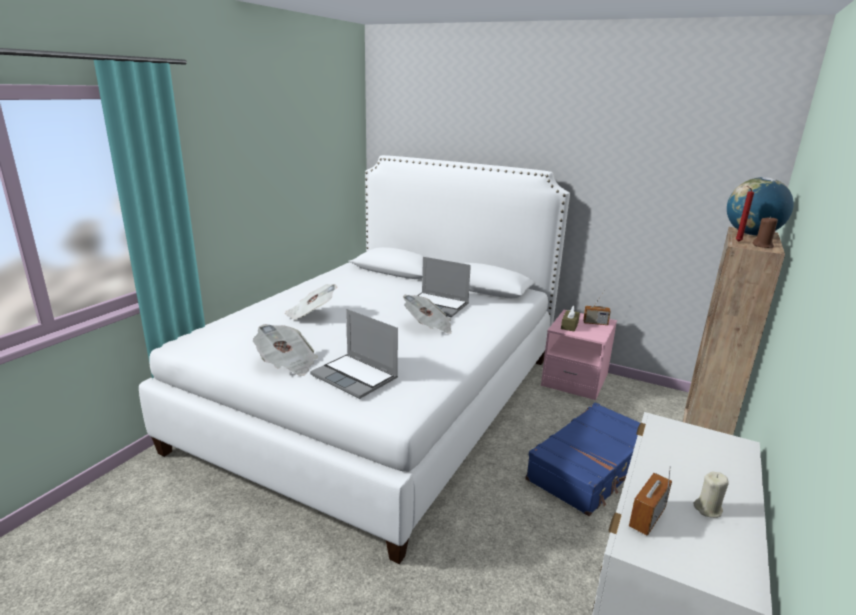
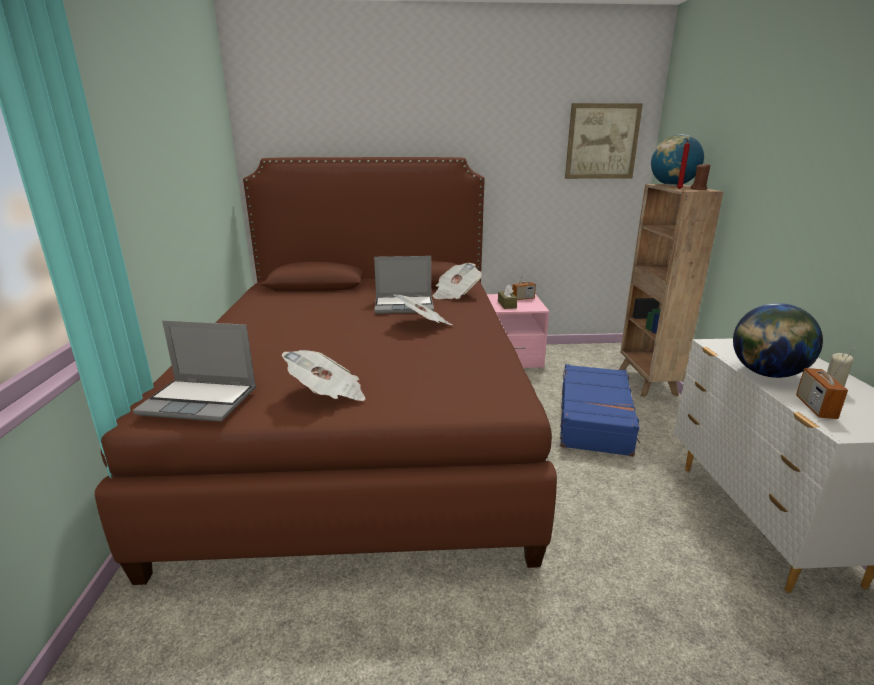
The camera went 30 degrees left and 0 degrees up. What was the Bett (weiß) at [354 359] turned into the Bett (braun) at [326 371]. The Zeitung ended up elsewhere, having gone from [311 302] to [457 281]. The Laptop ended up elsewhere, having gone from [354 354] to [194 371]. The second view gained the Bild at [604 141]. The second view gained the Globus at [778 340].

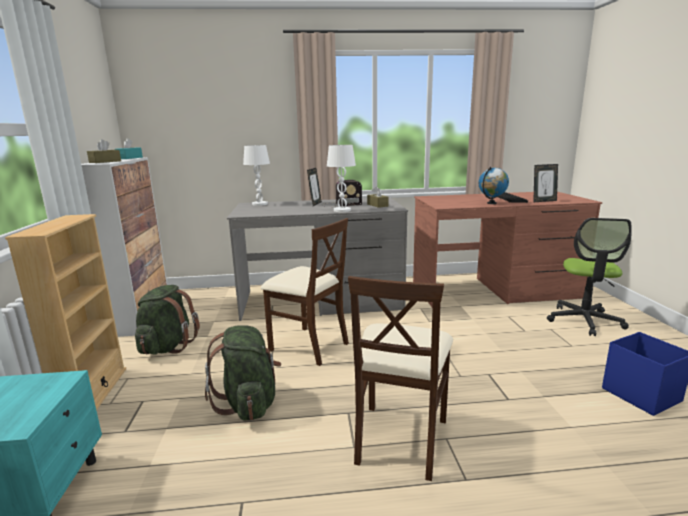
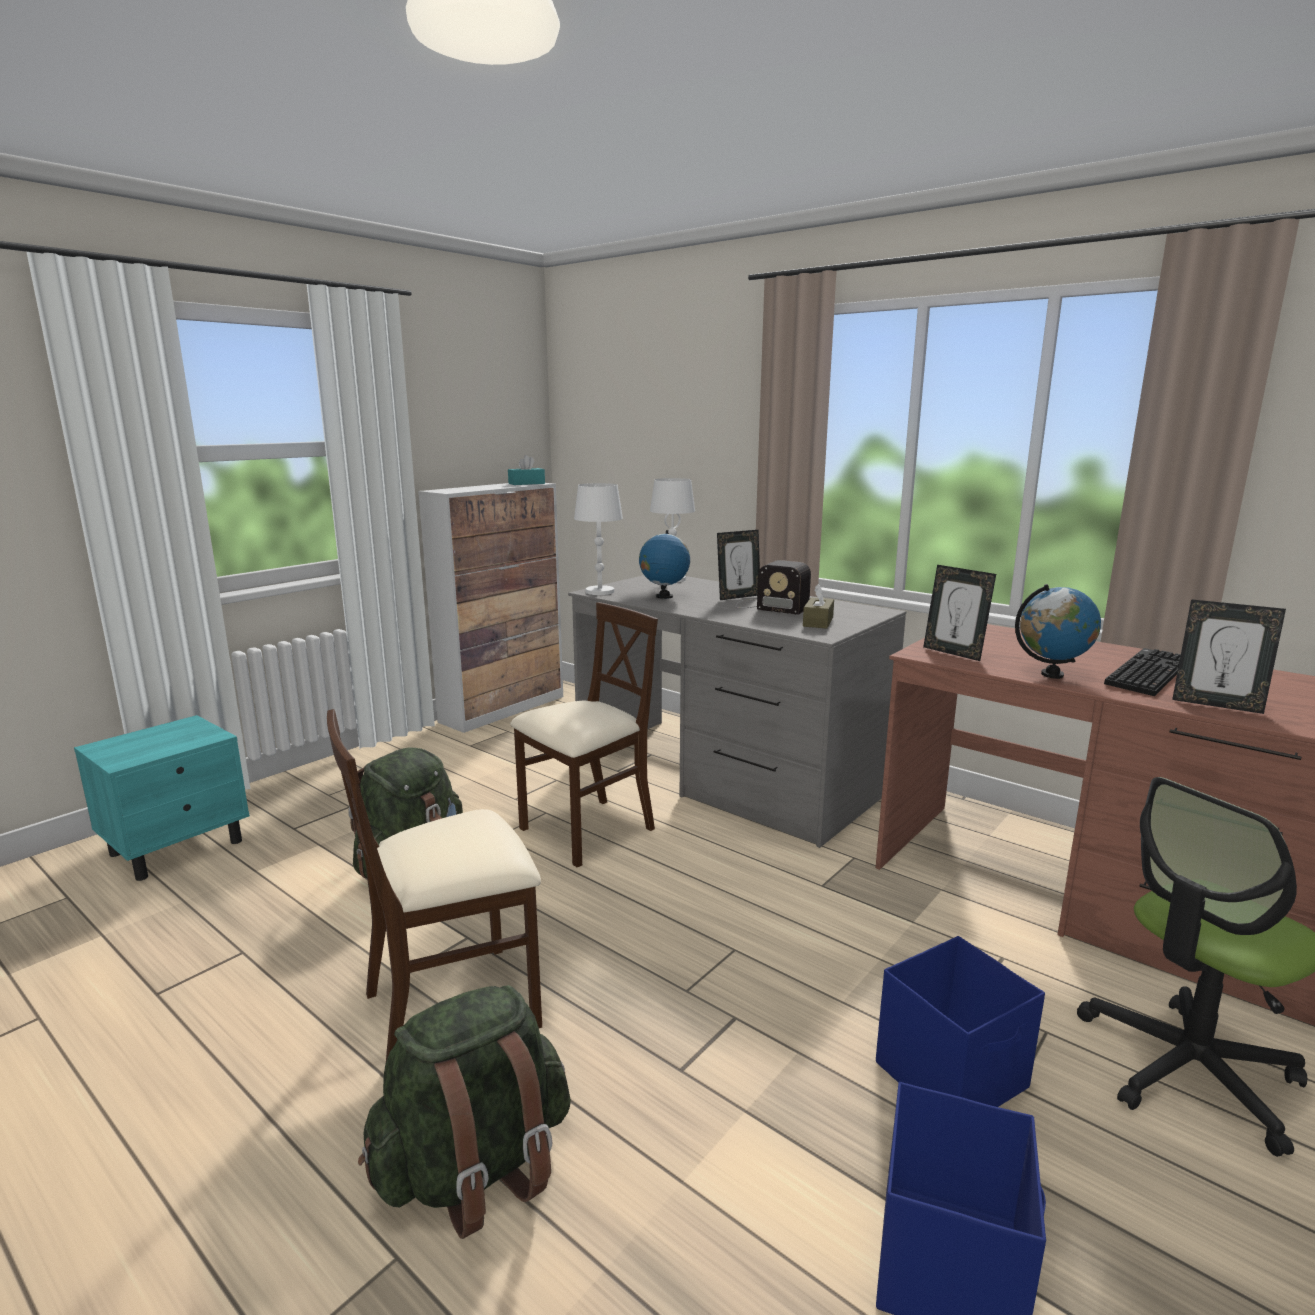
The camera went 45 degrees right and 0 degrees up. The second view lost the Bücherregal (beige) at [65 312]. The second view lost the Taschentuchbox (braun) at [104 151]. The Rucksack (grün) ended up elsewhere, having gone from [167 320] to [464 1112]. The Stuhl (beige) at [305 292] ended up facing another way, 120 degrees counterclockwise from before. The Tischlampe (weiß) ended up elsewhere, having gone from [341 178] to [598 539]. The second view gained the Globus at [664 564]. The second view gained the Aufbewahrungsbox (blau) at [960 1021]. The second view gained the Bilderrahmen at [959 613].

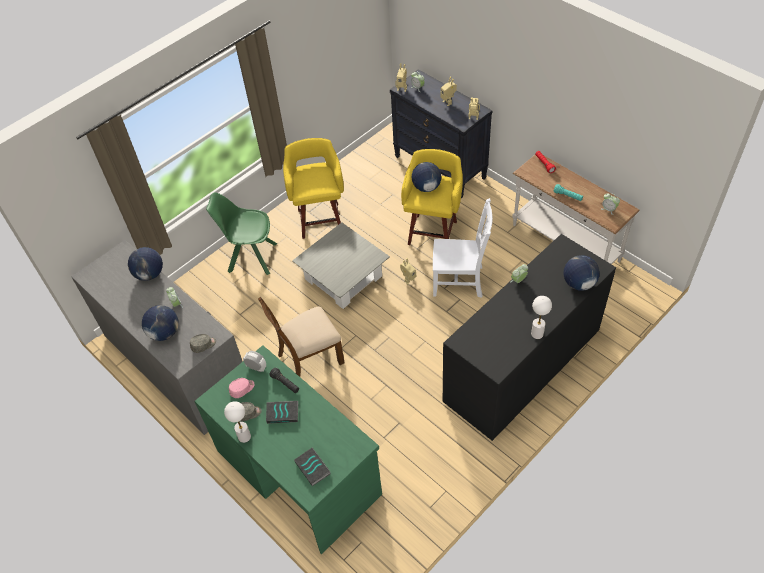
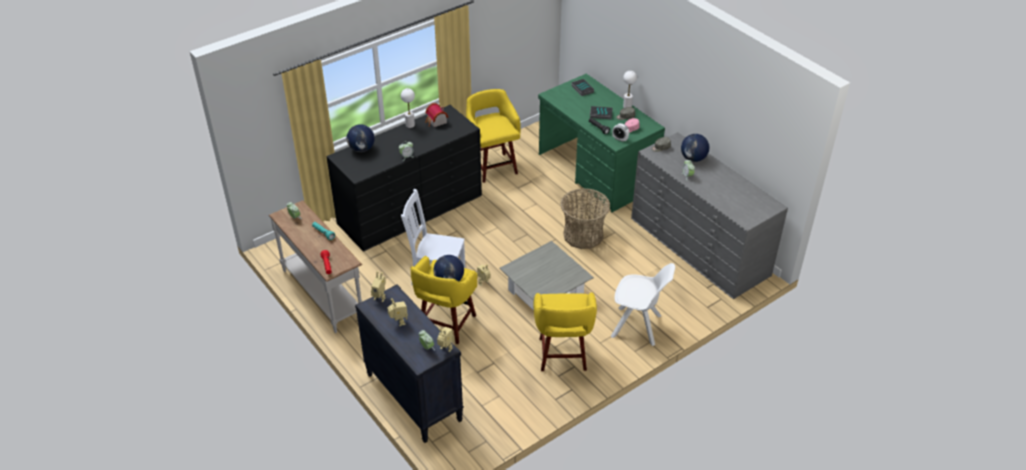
The camera went 175 degrees left and 10 degrees down. The second view lost the Globus at [145 264]. What was the Stuhl (grün) at [241 233] turned into the Stuhl (weiß) at [643 304]. Where the Stuhl (braun) stood at [301 337], the Korb came to stand at [585 218]. The second view gained the Spielzeughaus at [436 115]. The second view gained the Hocker (gelb) at [493 136].

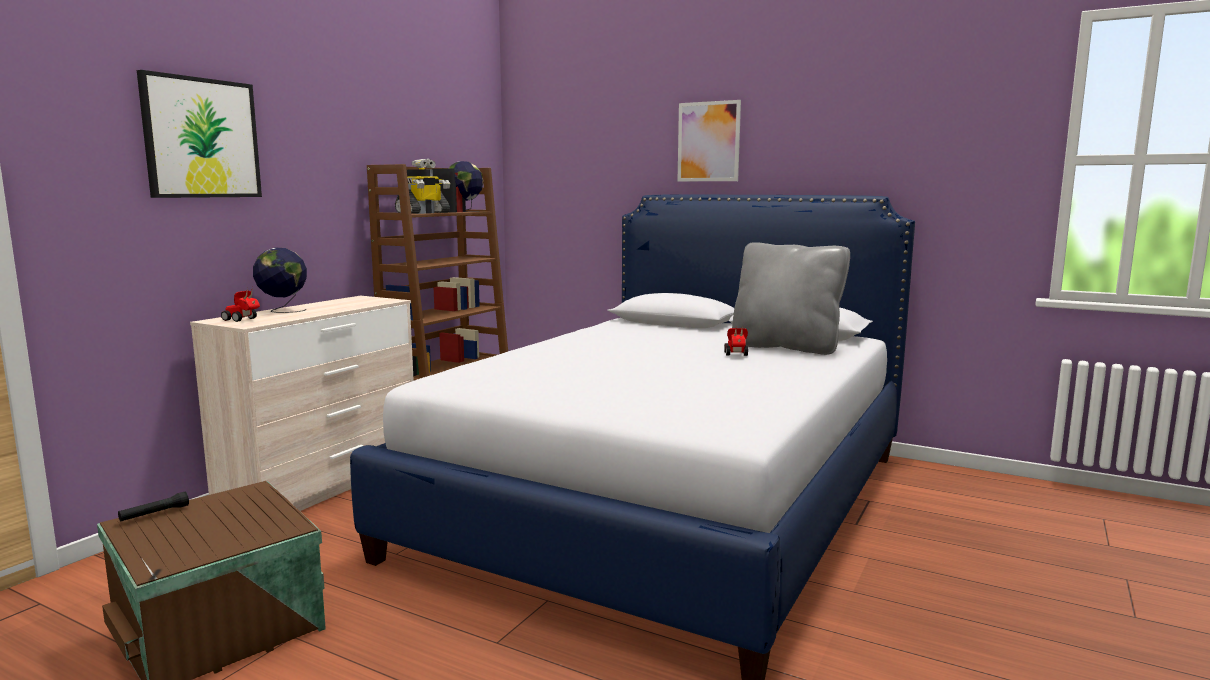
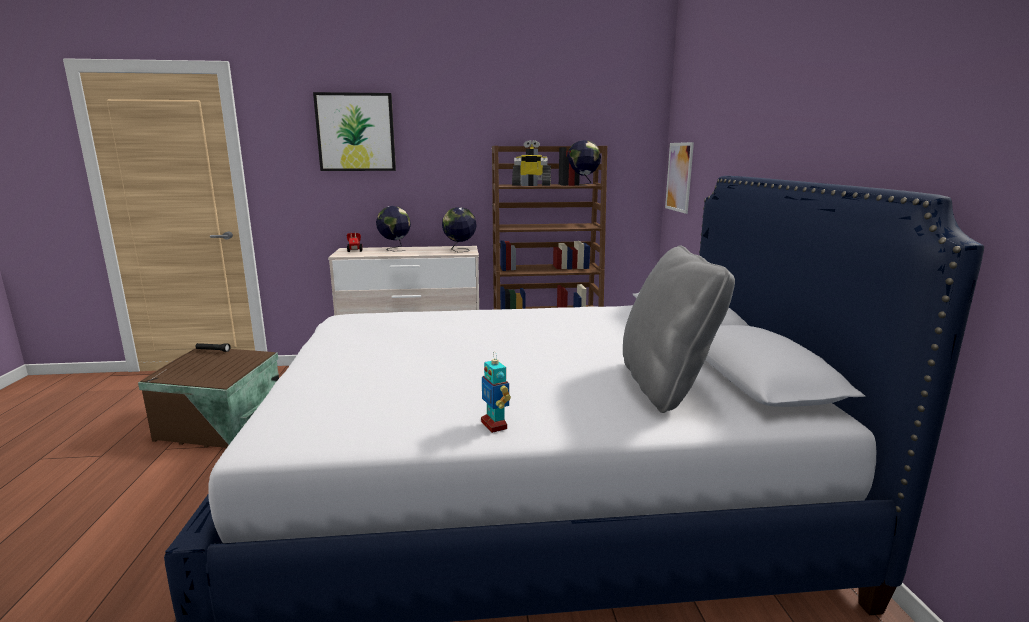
The camera went 55 degrees right and 5 degrees up. The Bild ended up elsewhere, having gone from [709 140] to [679 178]. The second view lost the Spielzeugauto at [736 342]. The second view gained the Globus at [459 229]. The second view gained the Spielzeugroboter at [496 392].

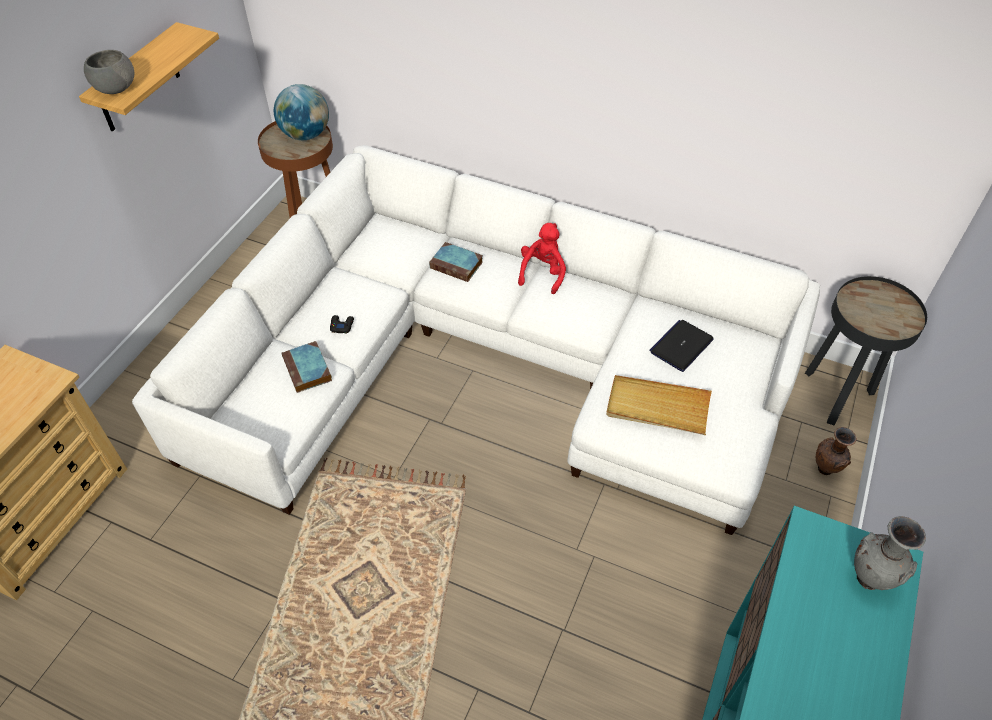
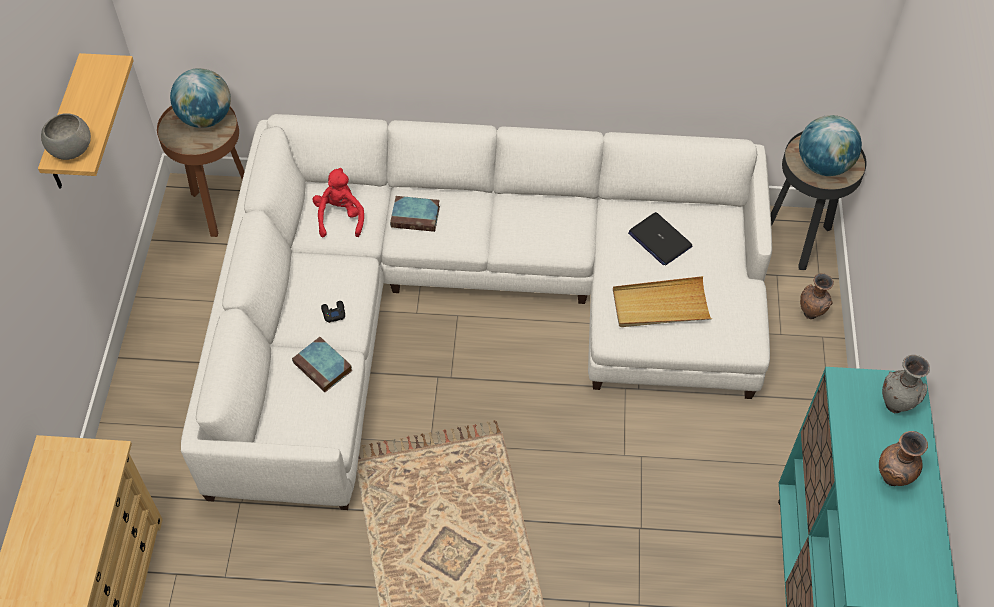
The camera went 20 degrees left and 5 degrees up. The Plüschtier (rot) ended up elsewhere, having gone from [542 258] to [338 203]. The Laptop at [681 346] ended up facing another way, 60 degrees counterclockwise from before. The second view gained the Globus at [830 145]. The second view gained the Vase (braun) at [903 458].

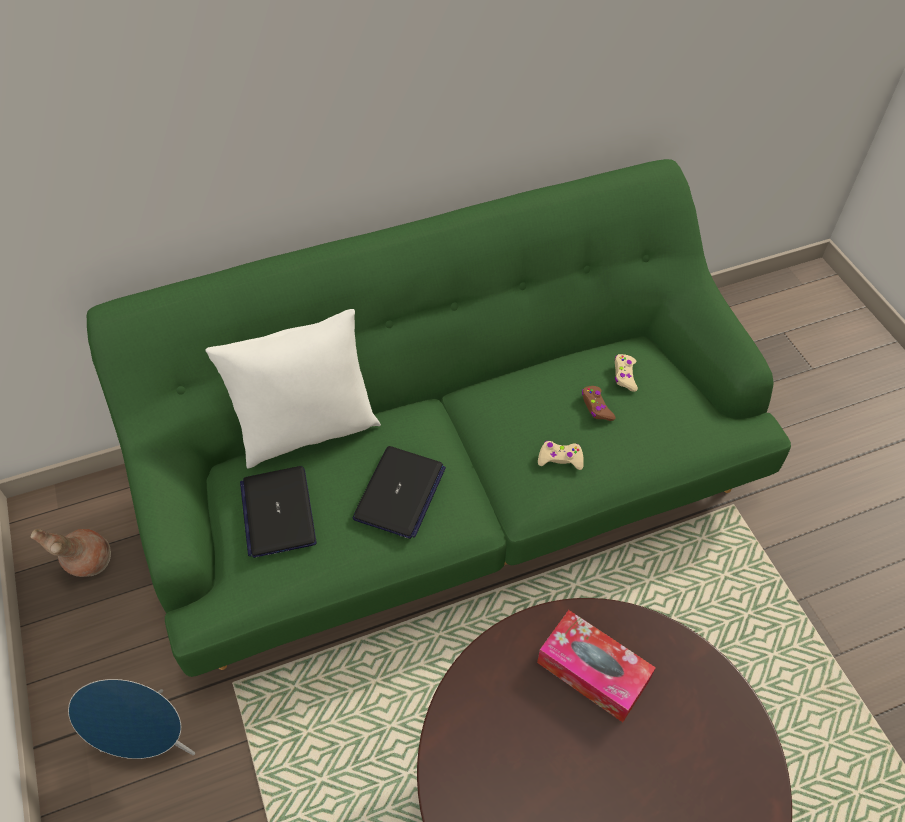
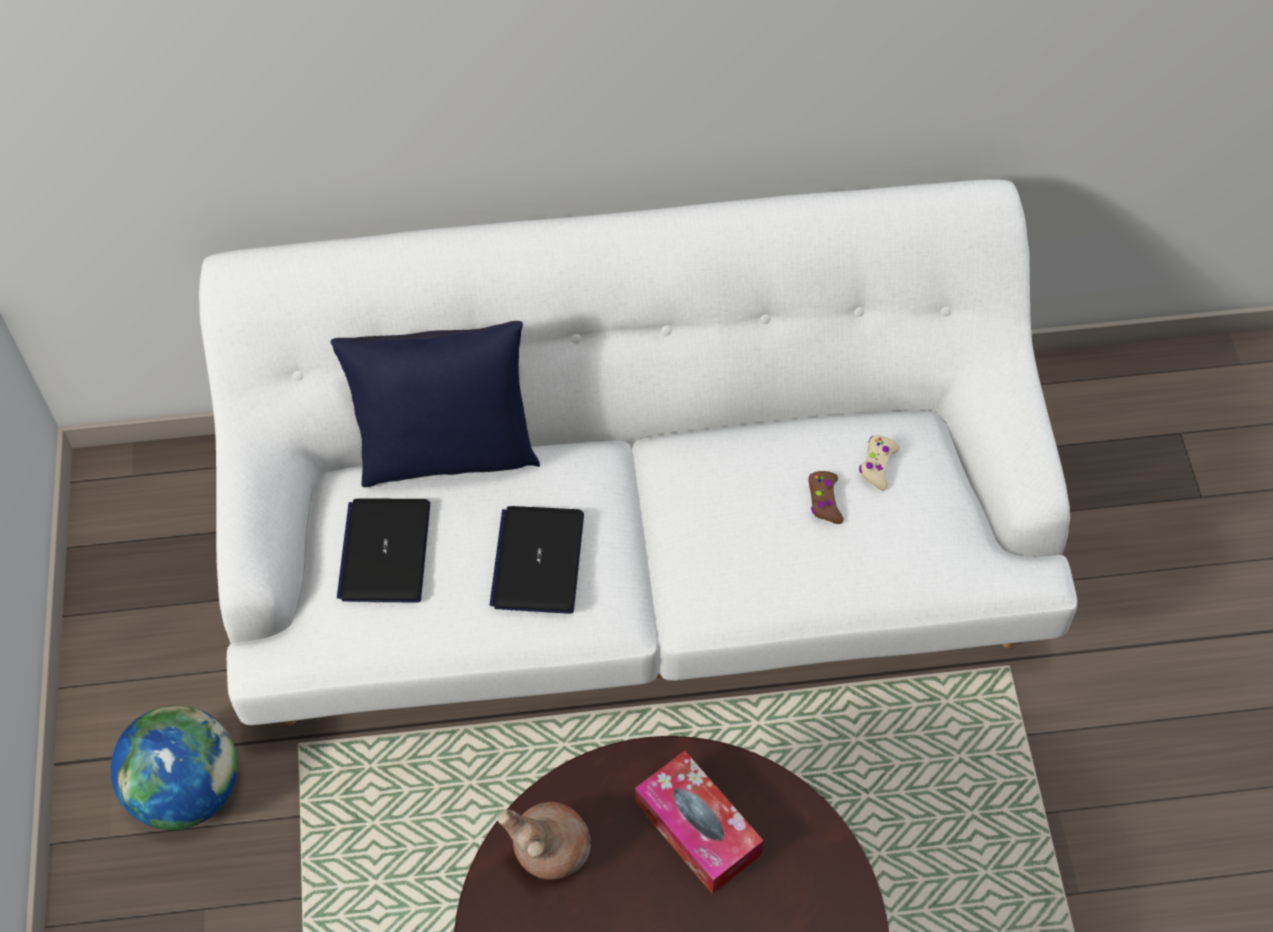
The camera went 15 degrees right and 5 degrees up. The Vase (braun) ended up elsewhere, having gone from [71 553] to [544 841]. Where the Lautsprecher (blau) stood at [131 719], the Globus came to stand at [174 767]. What was the Sofa (grün) at [439 418] turned into the Sofa (weiß) at [638 453]. What was the Kissen (weiß) at [293 388] turned into the Kissen (blau) at [435 404]. The Laptop at [399 492] ended up facing another way, 150 degrees clockwise from before. The second view lost the Gamepad (beige) at [561 455].

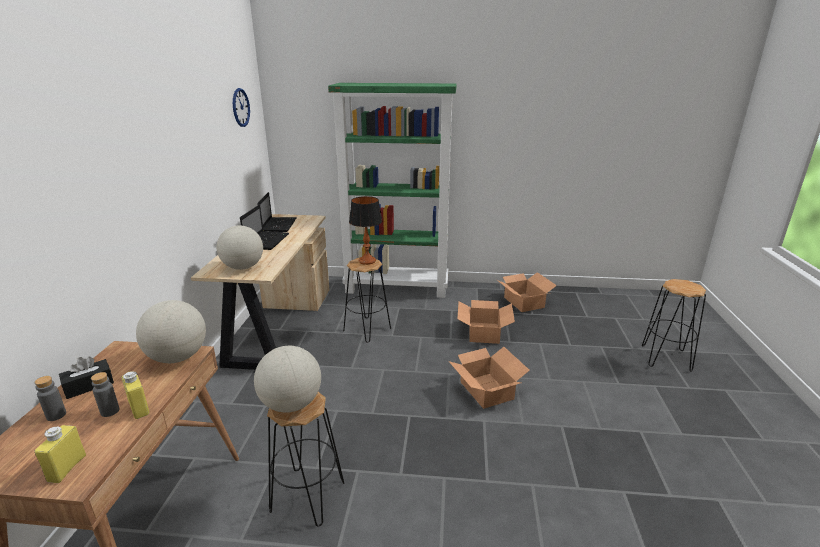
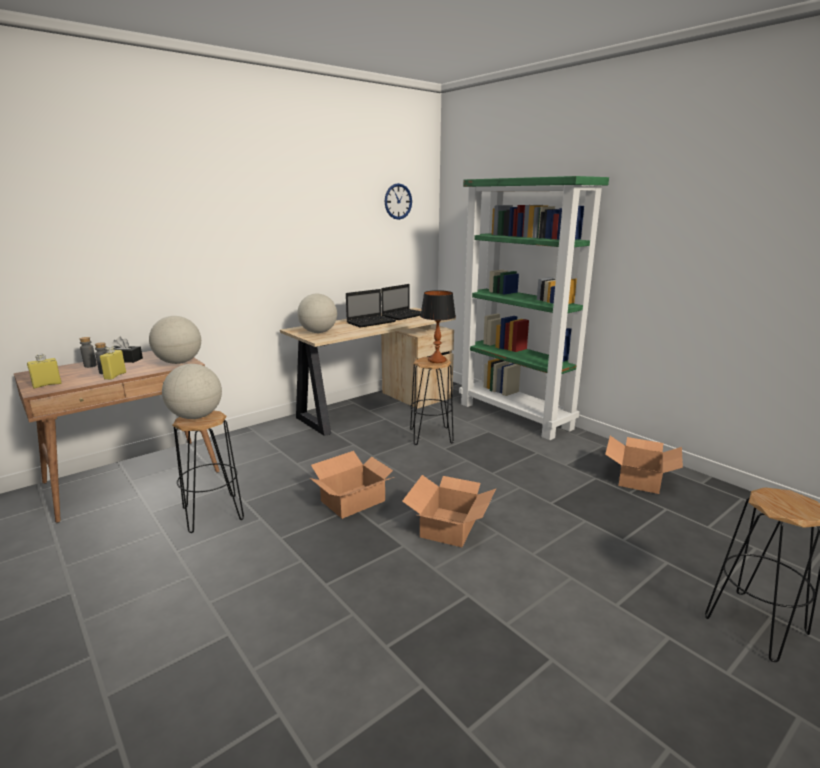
The camera went 45 degrees right and 5 degrees down. The Karton ended up elsewhere, having gone from [486 322] to [352 485].

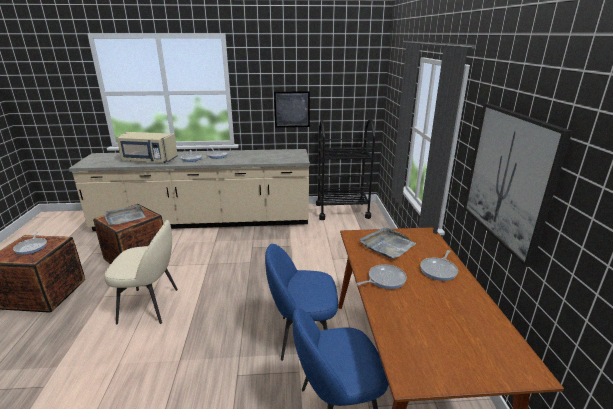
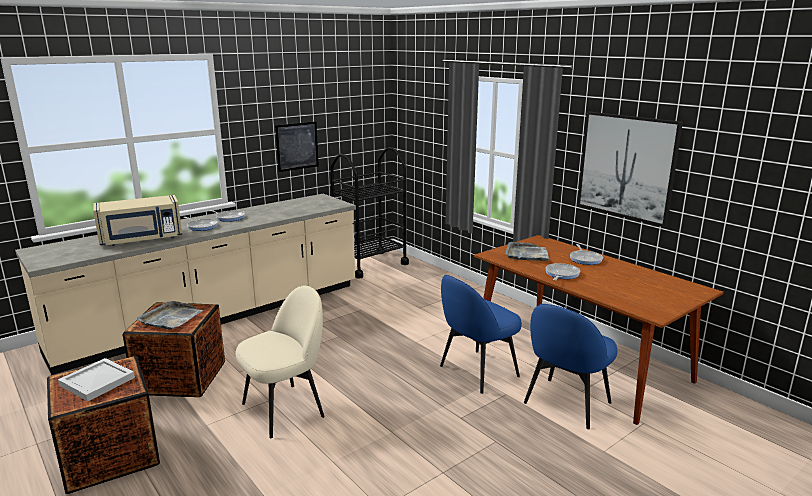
The camera went 35 degrees left and 5 degrees down. Where the Pfanne stood at [30 243], the Tablett (weiß) came to stand at [96 379].

